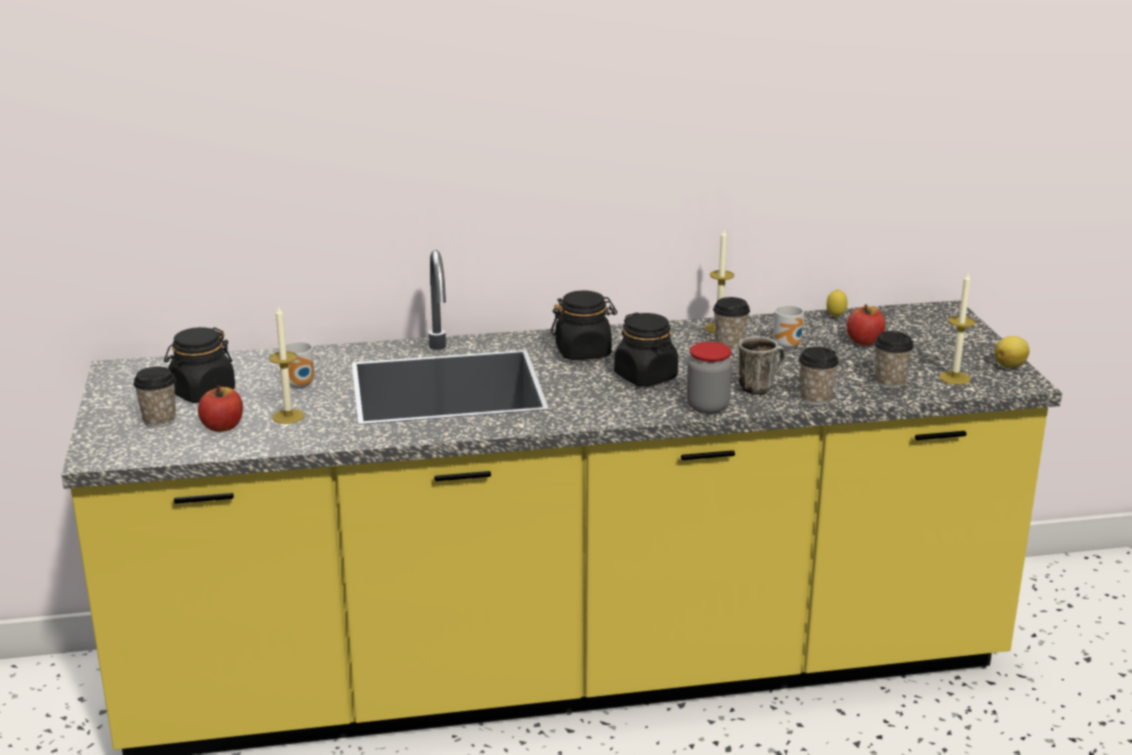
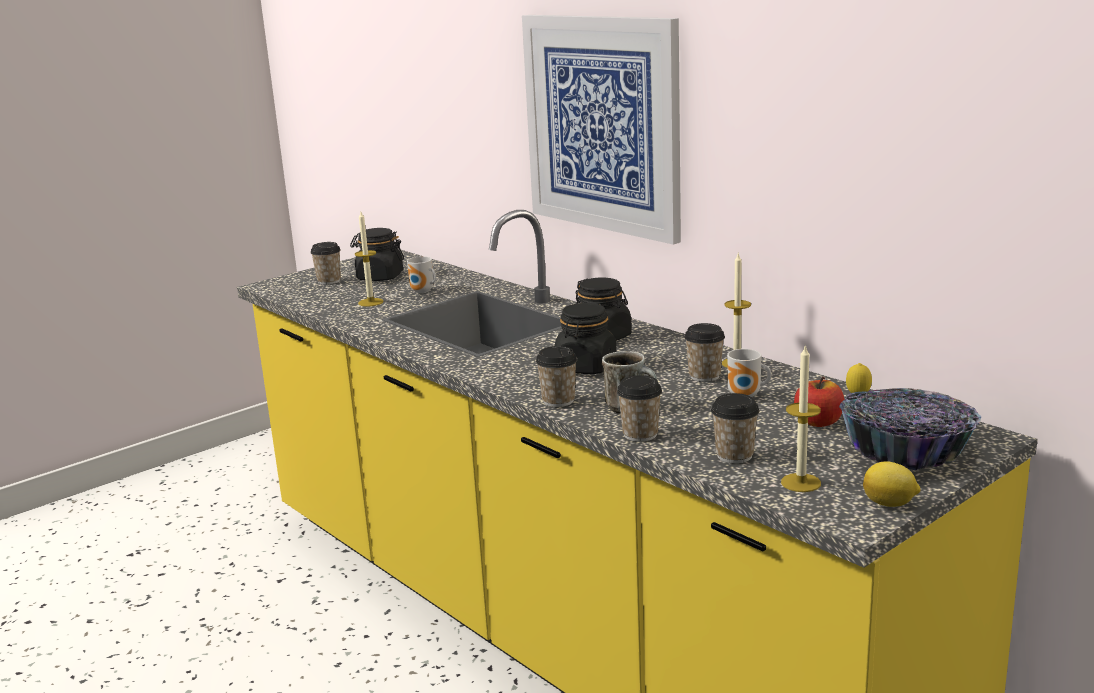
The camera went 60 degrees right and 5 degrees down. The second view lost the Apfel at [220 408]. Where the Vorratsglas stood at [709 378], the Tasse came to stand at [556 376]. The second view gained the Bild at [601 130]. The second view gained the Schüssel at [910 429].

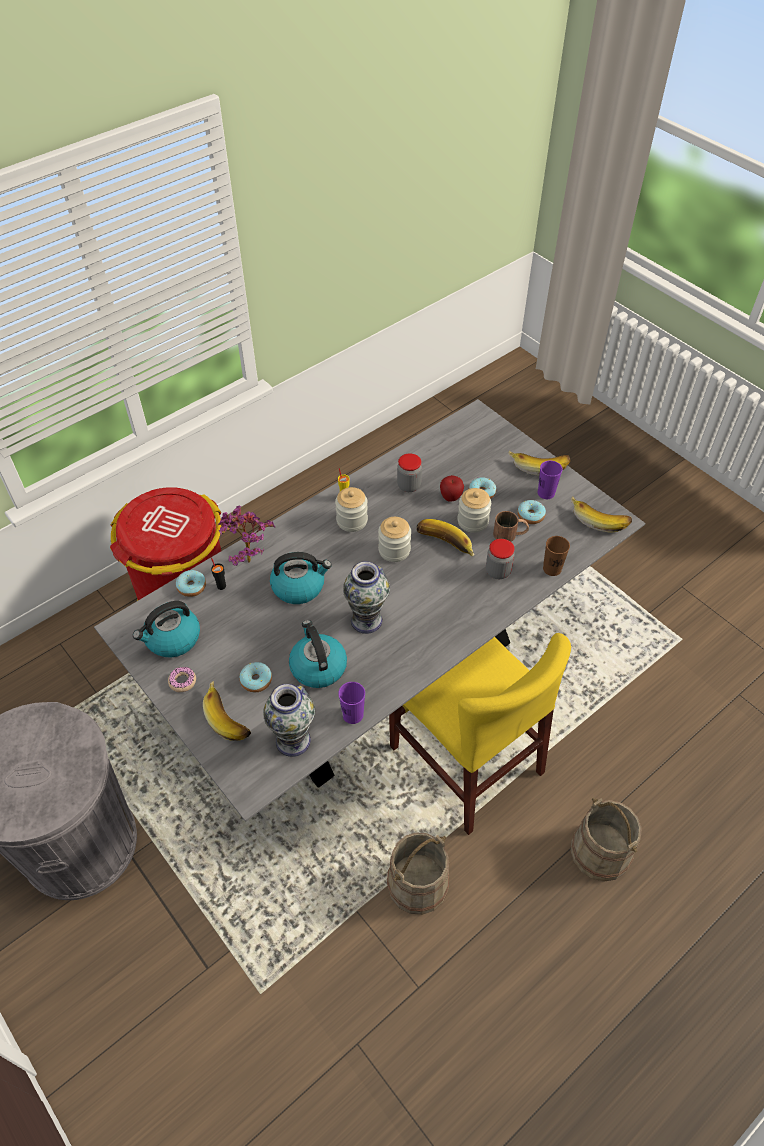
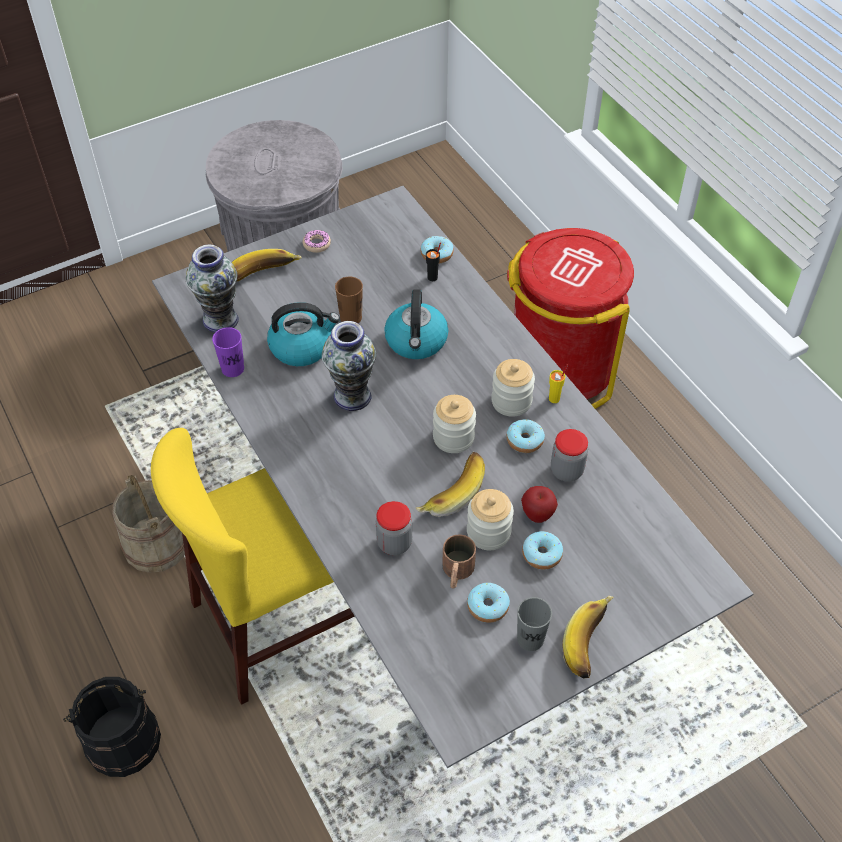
The camera went 100 degrees right and 0 degrees up. The second view lost the Wasserkessel at [166 629]. The second view lost the Topfpflanze at [247 535]. The Donut ended up elsewhere, having gone from [256 677] to [526 436]. What was the Tasse (lila) at [550 479] turned into the Tasse (grau) at [534 624]. The Tasse (braun) ended up elsewhere, having gone from [556 556] to [349 300]. The second view lost the Banane at [601 515]. What was the Eimer (beige) at [606 839] turned into the Eimer (schwarz) at [112 727].

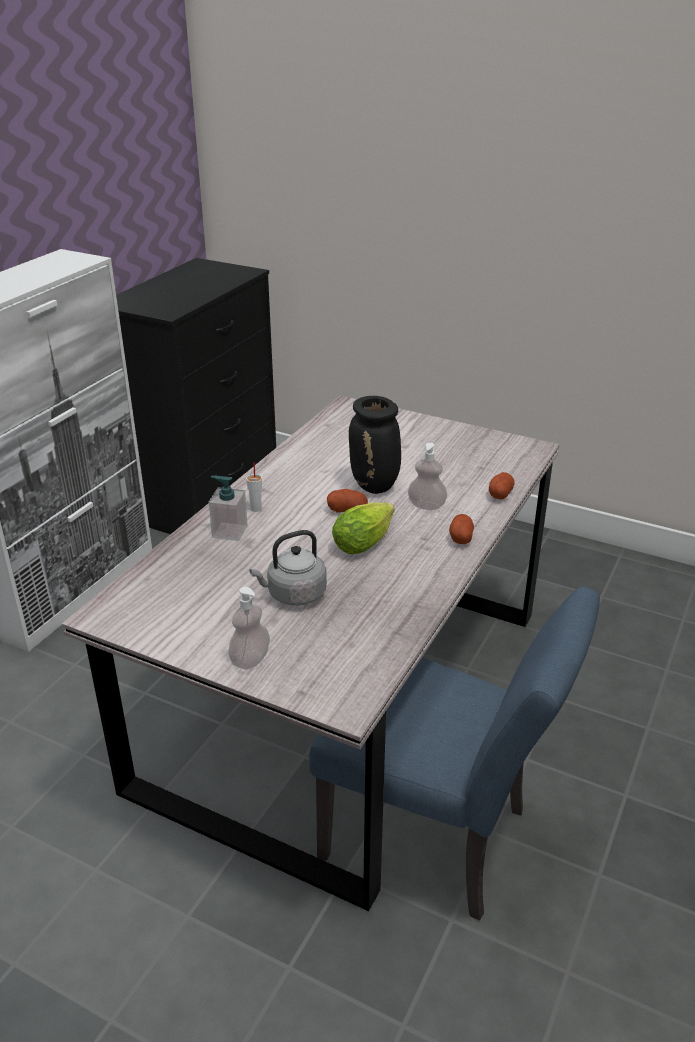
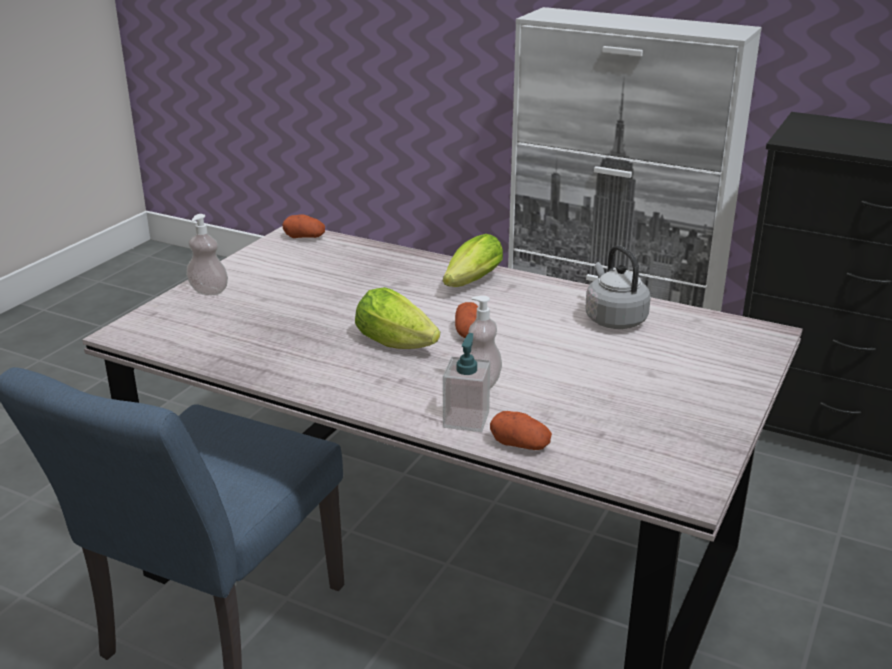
The camera went 90 degrees right and 5 degrees down. The Seifenspender ended up elsewhere, having gone from [228 508] to [466 382]. Where the Tasse (weiß) stood at [254 487], the Salatkopf came to stand at [473 260]. The Wasserkessel (grau) ended up elsewhere, having gone from [288 568] to [618 287]. The second view lost the Vase (schwarz) at [375 445]. The Kartoffel ended up elsewhere, having gone from [461 529] to [303 226].

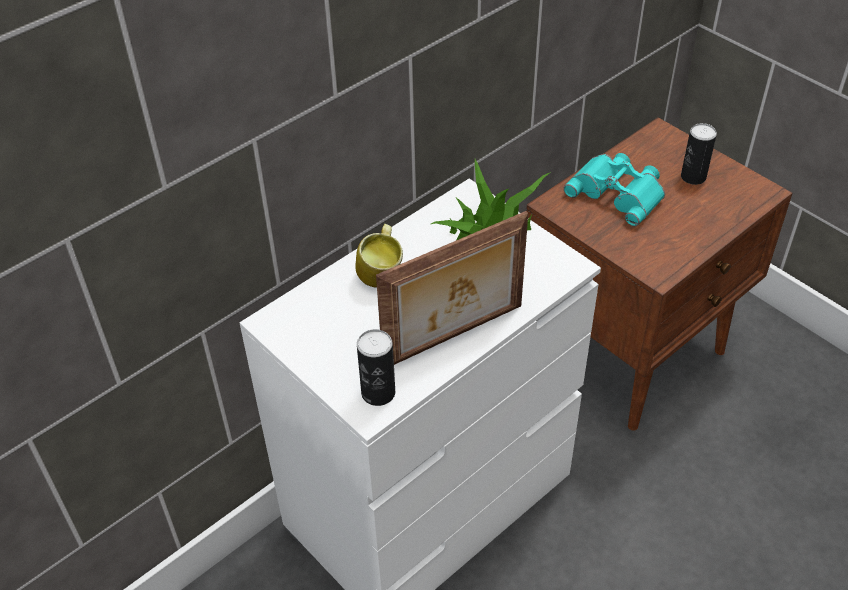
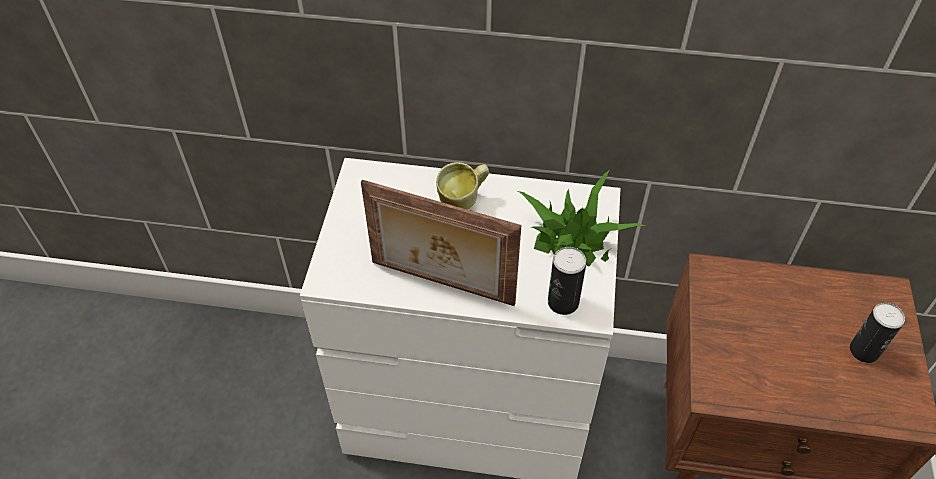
The camera went 50 degrees right and 5 degrees up. The Dose ended up elsewhere, having gone from [376 367] to [567 281]. The second view lost the Fernglas (türkis) at [614 189].

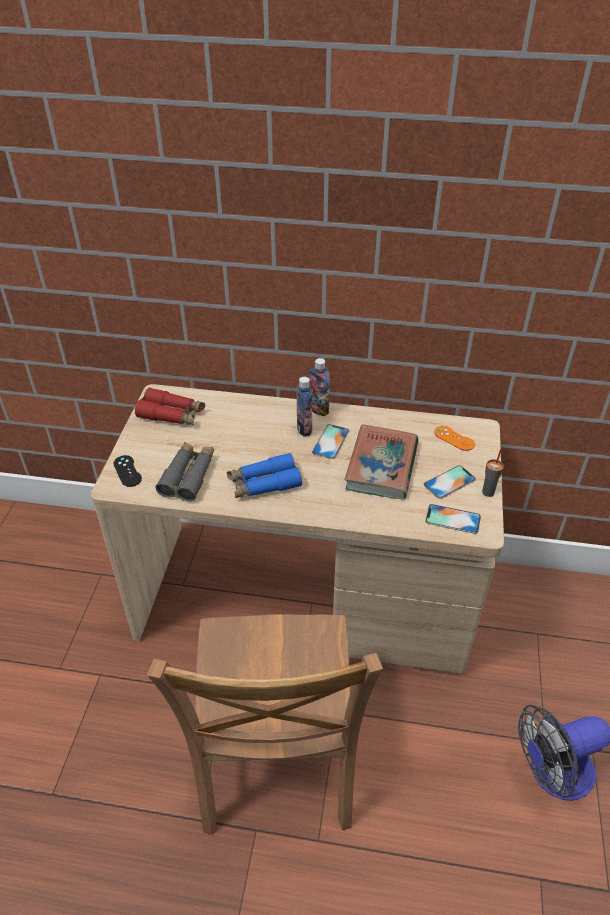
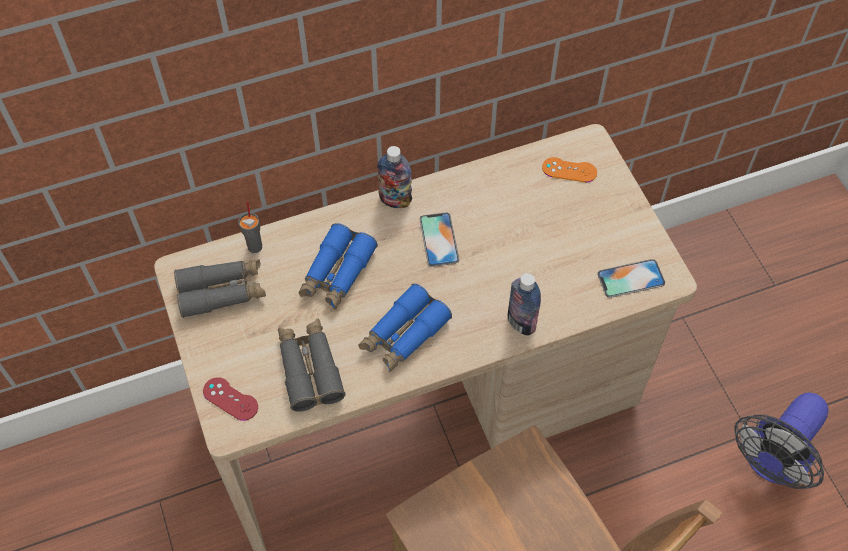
The camera went 30 degrees left and 15 degrees up. What was the Gamepad (schwarz) at [127 471] turned into the Gamepad (rot) at [230 399]. What was the Fernglas (rot) at [170 406] turned into the Fernglas (grau) at [220 288]. The Flasche ended up elsewhere, having gone from [305 406] to [524 304]. The second view lost the Buch at [382 461]. The second view lost the Handy at [450 482]. The Tasse (grau) ended up elsewhere, having gone from [493 473] to [250 227]. The second view gained the Fernglas (blau) at [338 266].

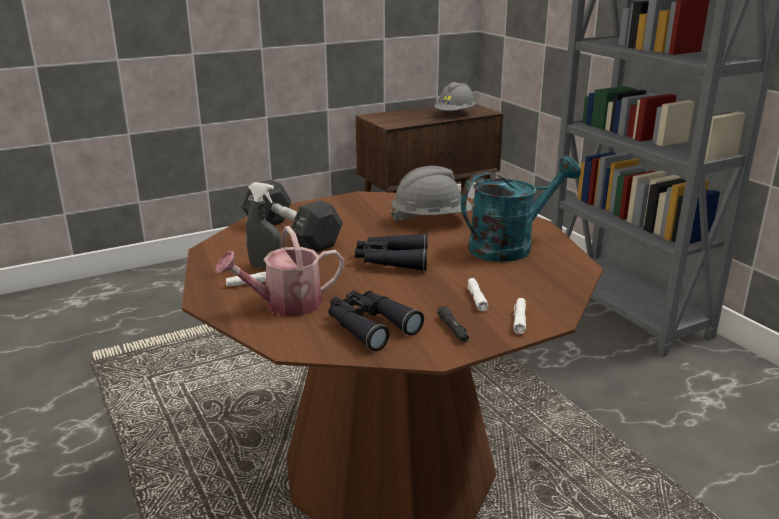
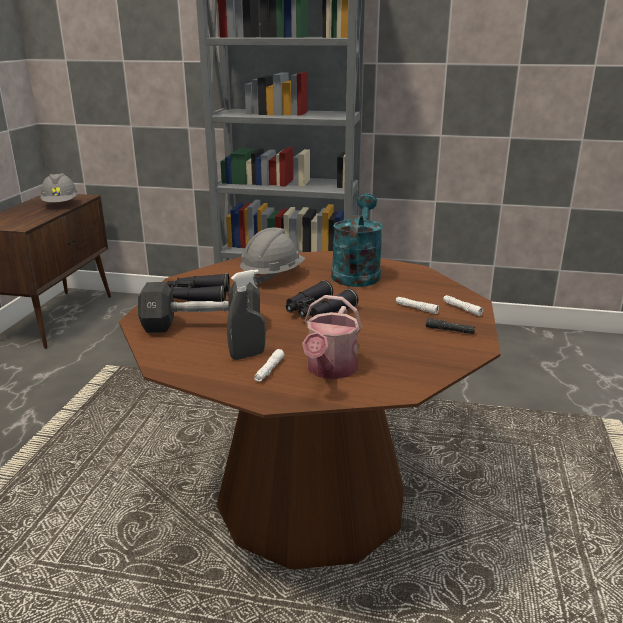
The camera went 50 degrees left and 0 degrees up. The Fernglas (schwarz) ended up elsewhere, having gone from [376 320] to [198 287].

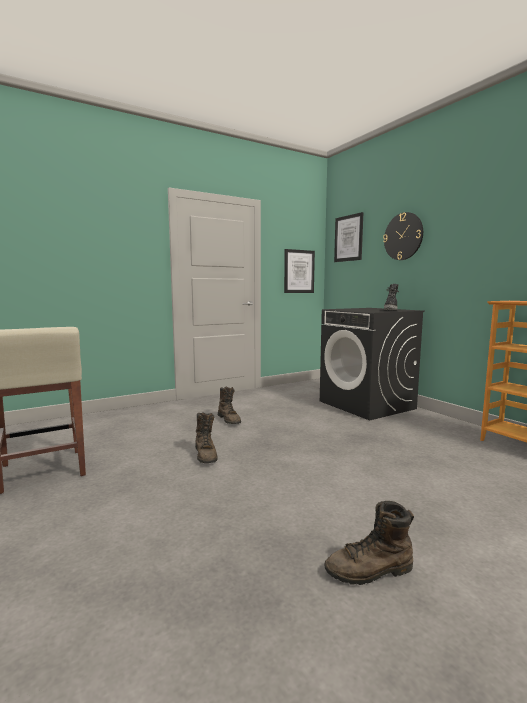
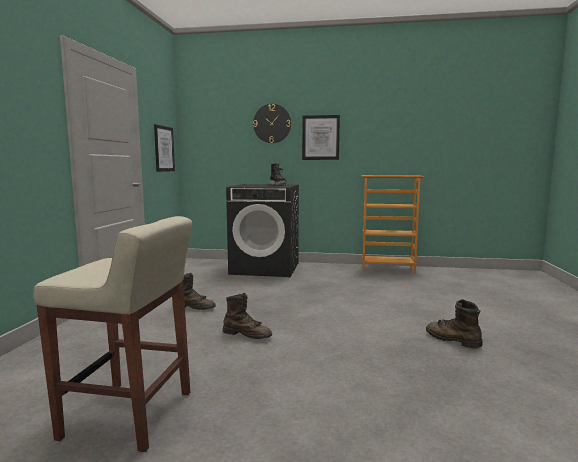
The camera went 50 degrees left and 0 degrees up. The Stiefel (braun) at [369 543] ended up facing another way, 105 degrees clockwise from before. The Bild ended up elsewhere, having gone from [348 237] to [321 137].

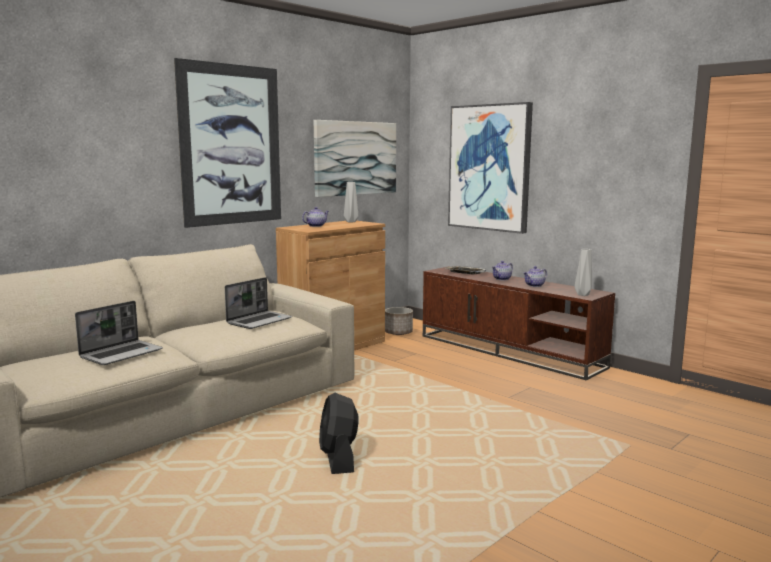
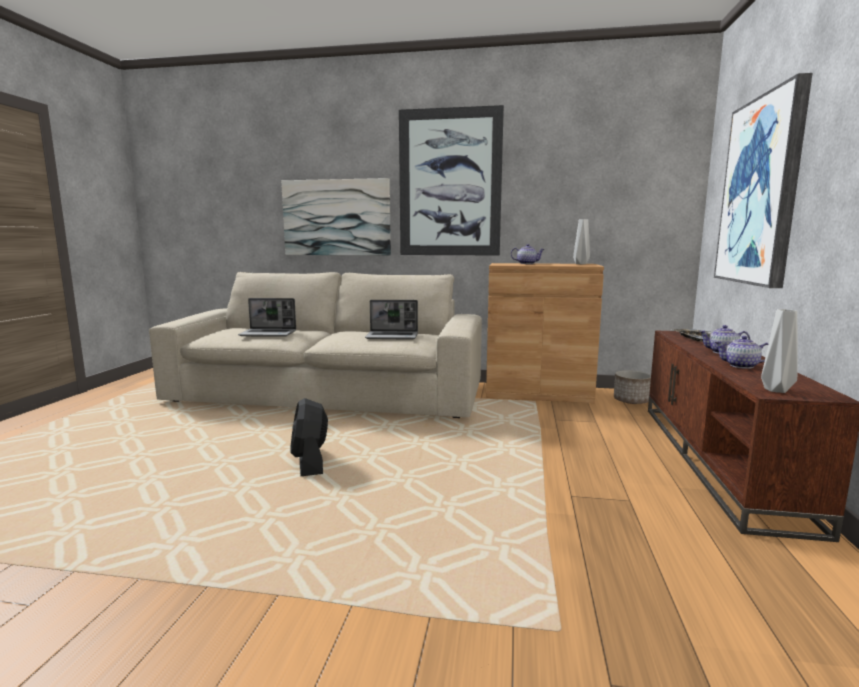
The camera went 55 degrees right and 0 degrees up. The Bild ended up elsewhere, having gone from [355 158] to [336 217]. The Ventilator (schwarz) at [339 433] ended up facing another way, 60 degrees counterclockwise from before.

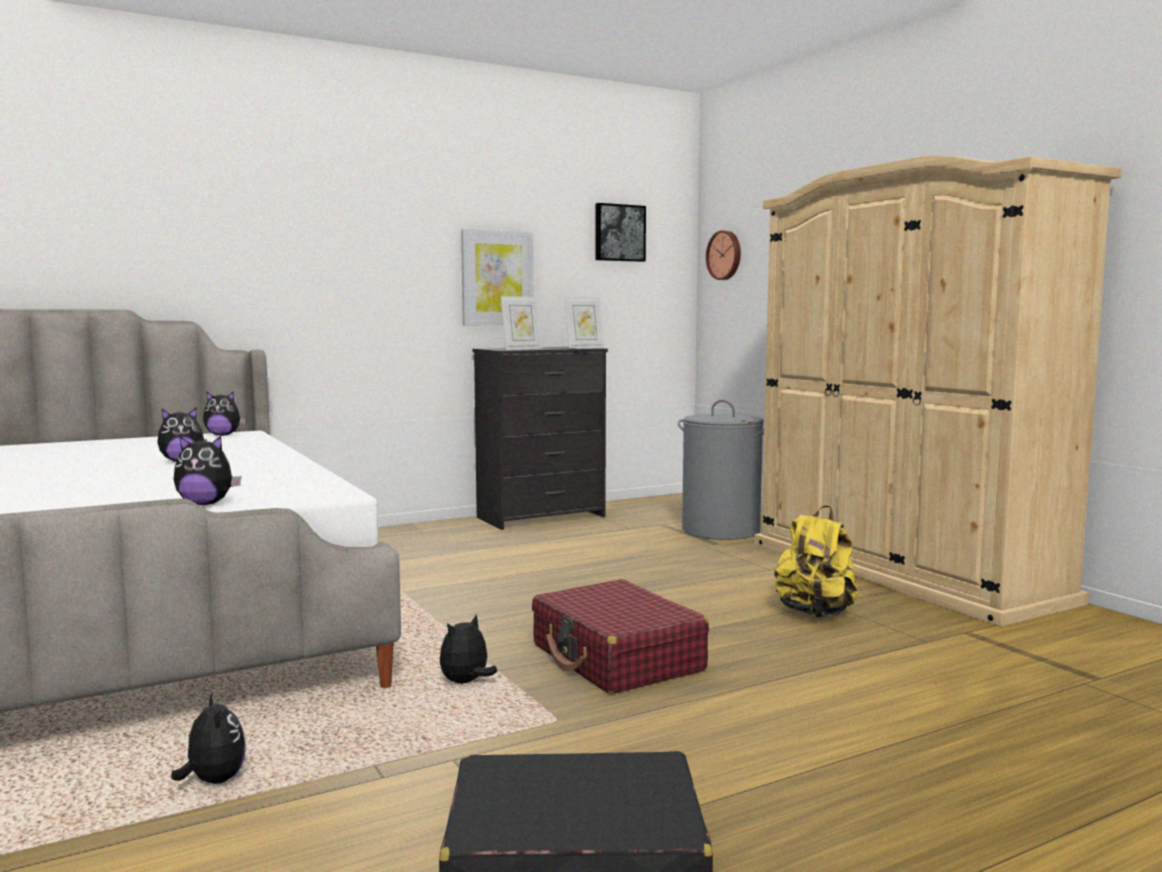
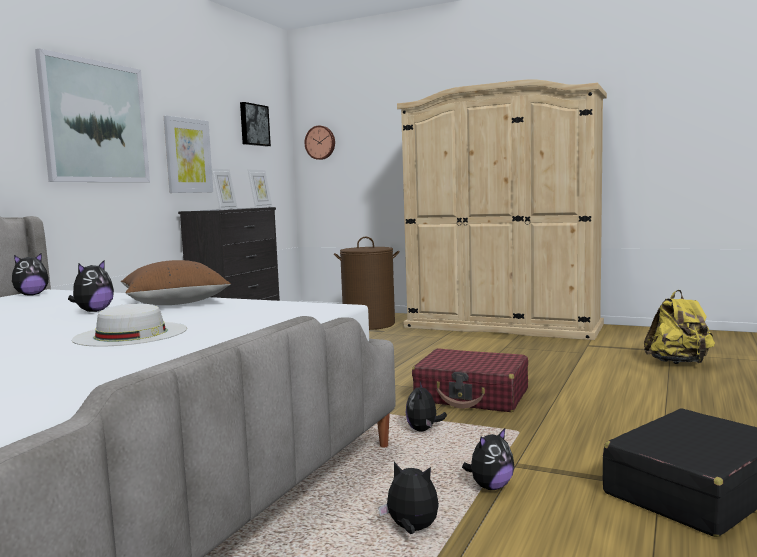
The camera went 35 degrees left and 0 degrees up. The Plüschtier ended up elsewhere, having gone from [207 470] to [488 459]. What was the Wäschekorb (grau) at [721 470] turned into the Wäschekorb (braun) at [366 283]. The Rucksack (gelb) ended up elsewhere, having gone from [816 561] to [679 327]. The second view gained the Bild at [92 115]. The second view gained the Hut (weiß) at [129 325]. The second view gained the Kissen (braun) at [176 282].

